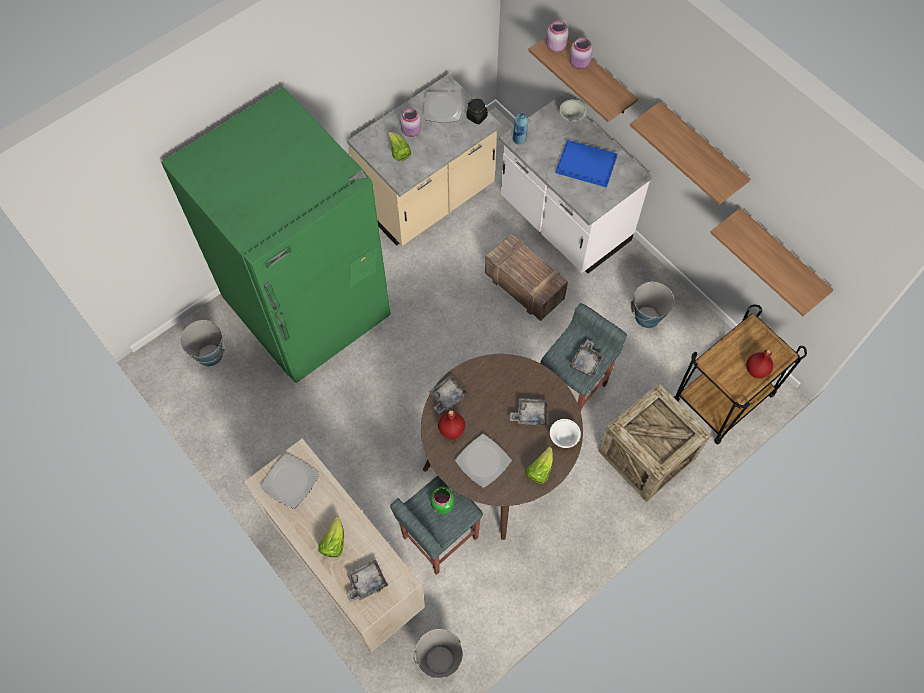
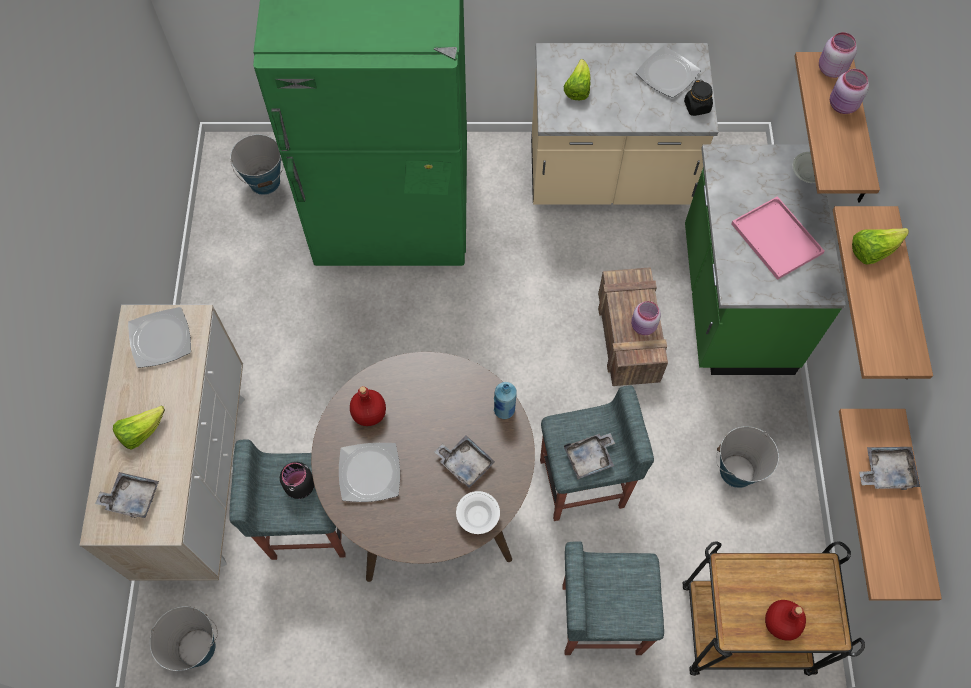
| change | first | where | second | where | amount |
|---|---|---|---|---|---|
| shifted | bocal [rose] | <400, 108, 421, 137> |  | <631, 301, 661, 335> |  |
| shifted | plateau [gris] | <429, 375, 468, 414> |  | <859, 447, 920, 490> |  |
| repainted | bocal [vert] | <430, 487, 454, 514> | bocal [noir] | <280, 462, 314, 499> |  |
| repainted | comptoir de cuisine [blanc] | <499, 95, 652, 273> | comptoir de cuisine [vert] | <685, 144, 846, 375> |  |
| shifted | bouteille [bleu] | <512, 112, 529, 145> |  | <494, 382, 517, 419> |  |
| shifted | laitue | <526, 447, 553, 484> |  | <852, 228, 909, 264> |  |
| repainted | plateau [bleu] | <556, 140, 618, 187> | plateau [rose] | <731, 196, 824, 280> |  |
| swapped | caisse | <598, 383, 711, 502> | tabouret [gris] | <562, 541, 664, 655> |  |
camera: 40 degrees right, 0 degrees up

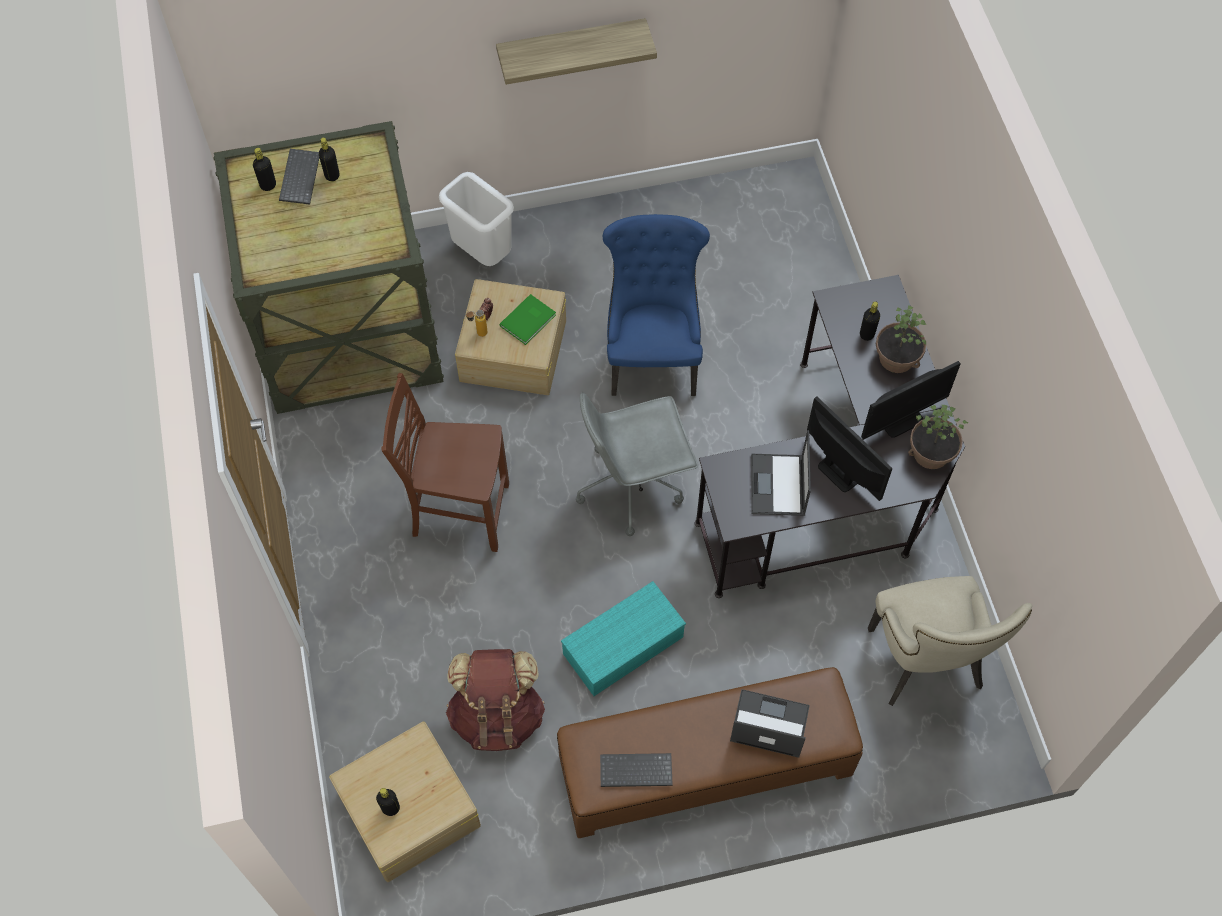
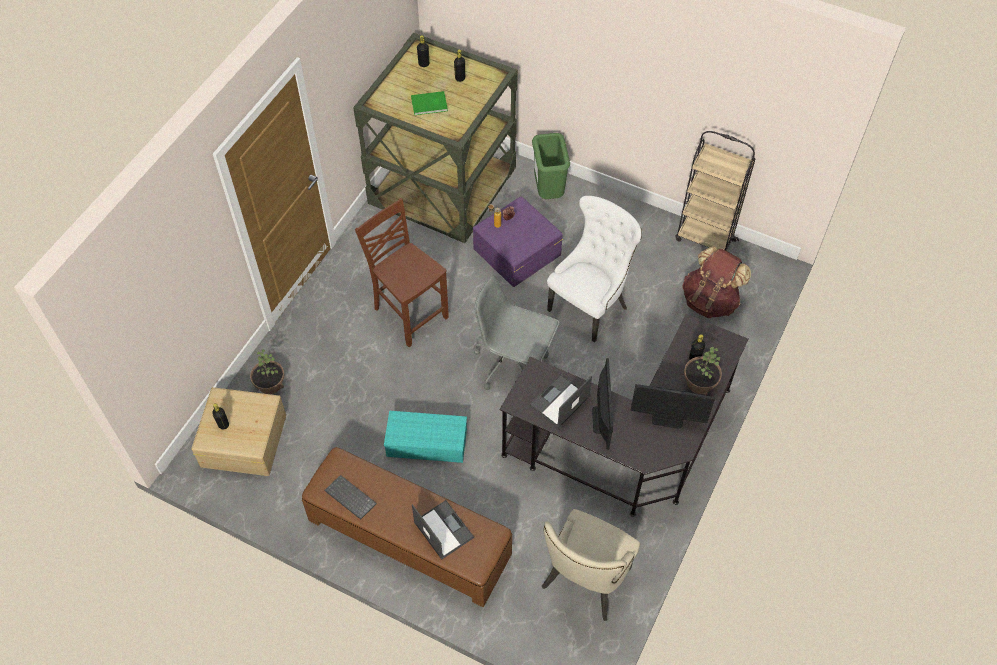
| change | first | where | second | where | amount |
|---|---|---|---|---|---|
| gone | clavier | <279, 149, 319, 205> |  |  |  |
| repainted | poubelle [blanc] | <439, 172, 514, 266> | poubelle [vert] | <532, 133, 570, 199> |  |
| shifted | sac à dos [marron] | <446, 649, 545, 751> |  | <683, 246, 751, 318> |  |
| repainted | boîte de rangement [beige] | <455, 279, 566, 395> | boîte de rangement [violet] | <473, 196, 563, 287> |  |
| gone | étagère | <496, 18, 657, 85> |  |  |  |
| shifted | livre [vert] | <499, 294, 556, 345> |  | <411, 91, 448, 115> |  |
| repainted | chaise [bleu] | <603, 214, 710, 396> | chaise [blanc] | <547, 196, 642, 343> |  |
| shifted | plante en pot | <908, 405, 968, 469> |  | <250, 349, 284, 394> |  |
| new |  |  | chariot [beige] | <675, 131, 755, 250> |  |
camera: 40 degrees right, 5 degrees down

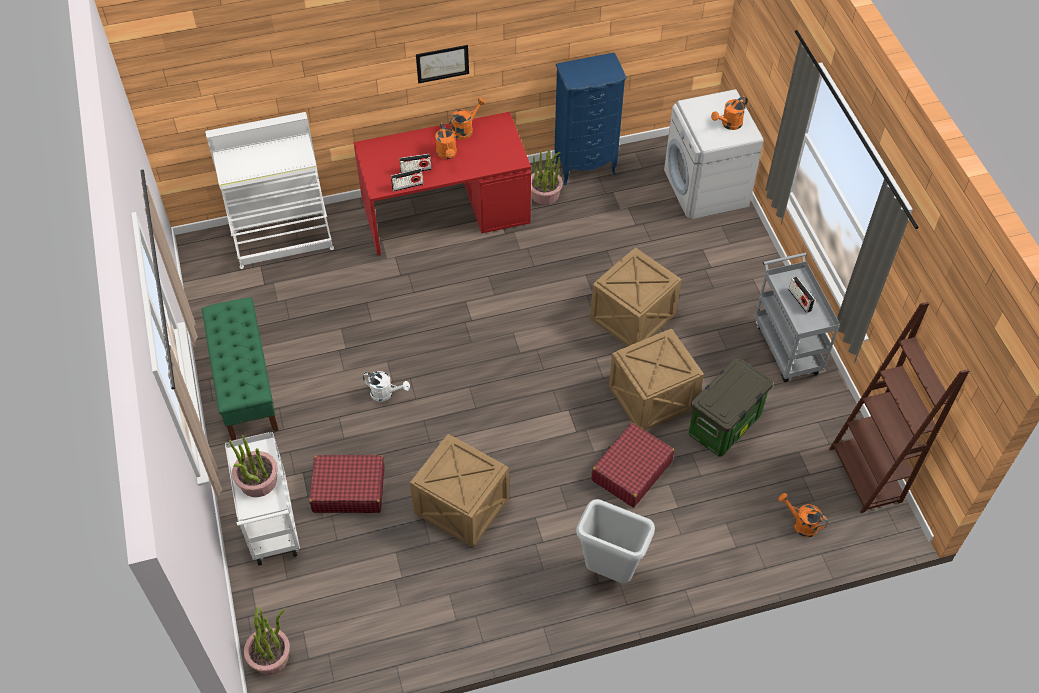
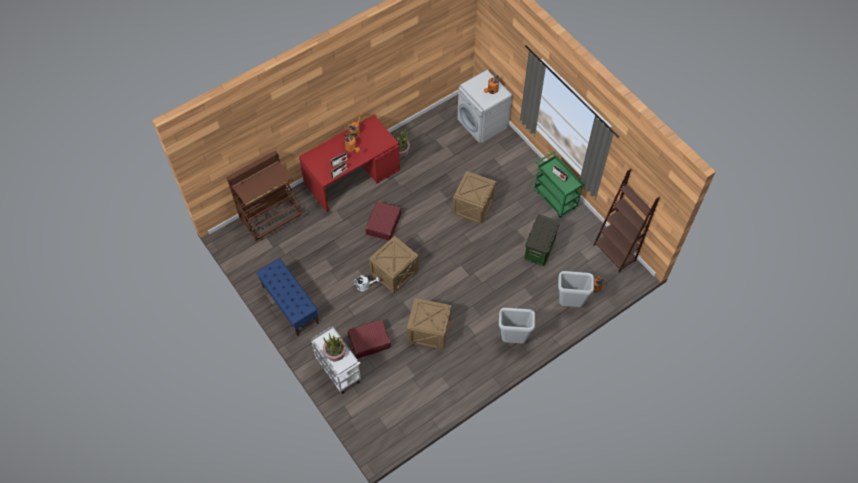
| change | first | where | second | where | amount |
|---|---|---|---|---|---|
| repainted | banc [vert] | <202, 297, 279, 441> | banc [bleu] | <256, 258, 319, 336> |  |
| repainted | étagère à chaussures [blanc] | <205, 112, 334, 269> | étagère à chaussures [marron] | <227, 150, 302, 242> |  |
| gone | plante en pot | <244, 607, 290, 675> |  |  |  |
| gone | tableau | <416, 45, 469, 84> |  |  |  |
| gone | commode [bleu] | <554, 53, 627, 185> |  |  |  |
| shifted | valise [rouge] | <591, 423, 674, 507> |  | <365, 201, 401, 241> |  |
| shifted | caisse | <609, 329, 704, 430> |  | <369, 236, 419, 293> |  |
| repainted | chariot [gris] | <754, 252, 840, 382> | chariot [vert] | <534, 151, 583, 218> |  |
| new |  |  | poubelle [gris] | <558, 271, 594, 307> |  |
camera: 20 degrees left, 5 degrees up

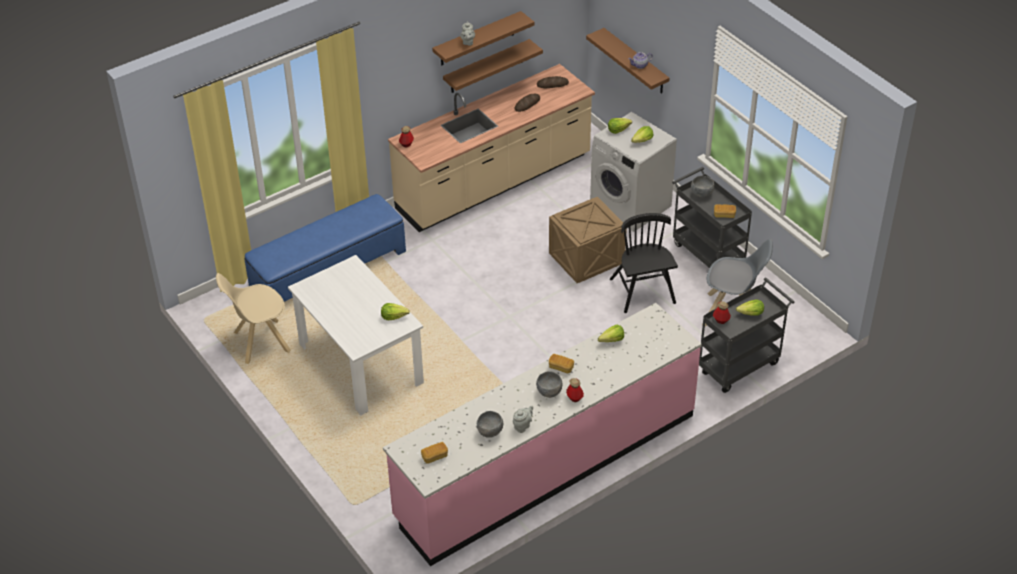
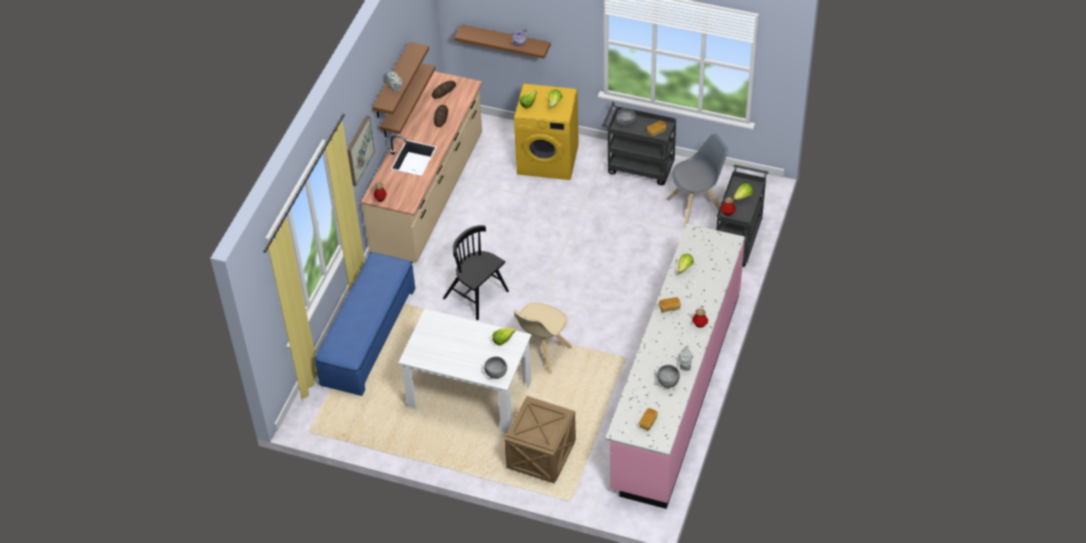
| change | first | where | second | where | amount |
|---|---|---|---|---|---|
| shifted | chaise [beige] | <216, 273, 291, 364> |  | <513, 303, 572, 374> |  |
| shifted | bol [gris] | <536, 371, 562, 398> |  | <484, 357, 507, 379> |  |
| shifted | caisse | <549, 197, 627, 283> |  | <504, 396, 576, 484> |  |
| repainted | lave-linge [blanc] | <590, 112, 677, 232> | lave-linge [jaune] | <514, 84, 579, 180> |  |
| shifted | chaise [noir] | <610, 213, 678, 313> |  | <443, 225, 509, 320> |  |
| new |  |  | tableau | <347, 115, 375, 186> |  |
camera: 35 degrees left, 5 degrees up

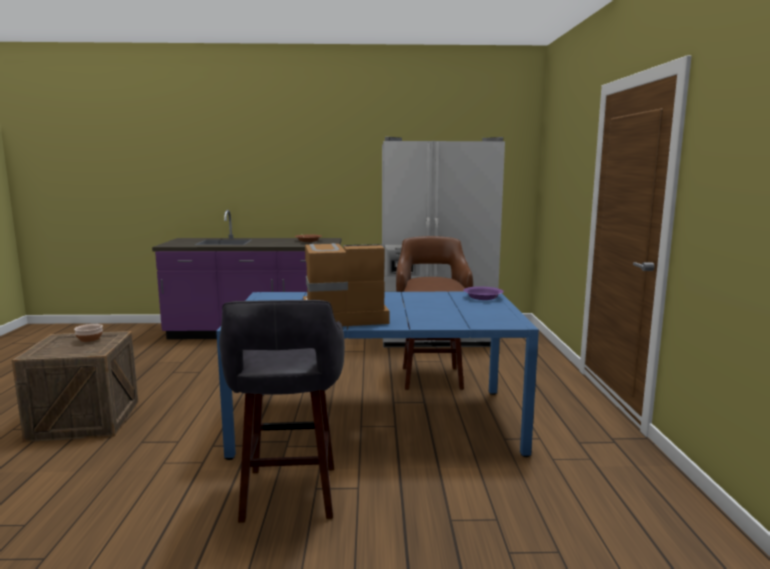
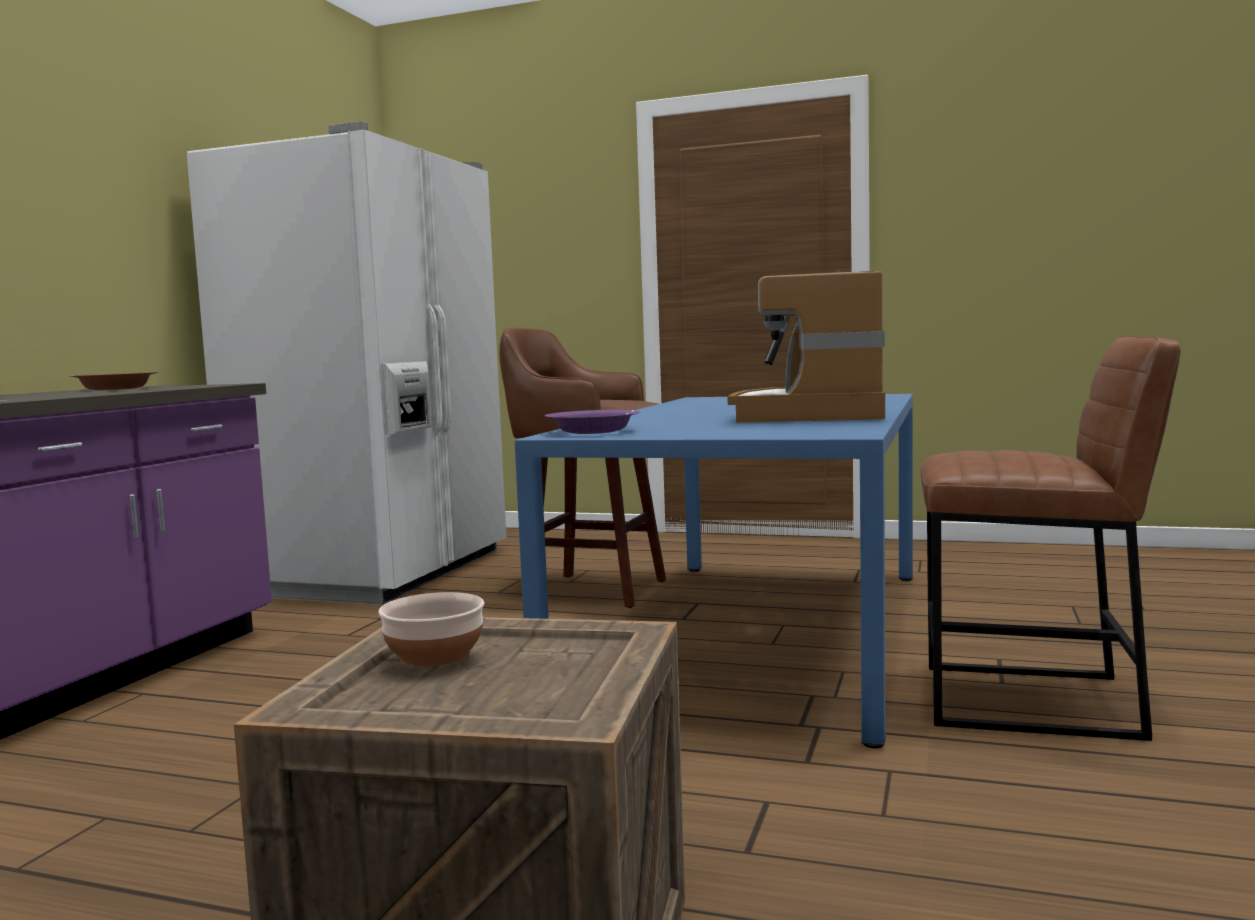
| change | first | where | second | where | amount |
|---|---|---|---|---|---|
| swapped | tabouret [gris] | <219, 300, 345, 523> | chaise [marron] | <920, 336, 1181, 741> |  |
| shifted | bol [violet] | <463, 286, 504, 300> |  | <544, 410, 640, 434> |  |
camera: 70 degrees left, 5 degrees down

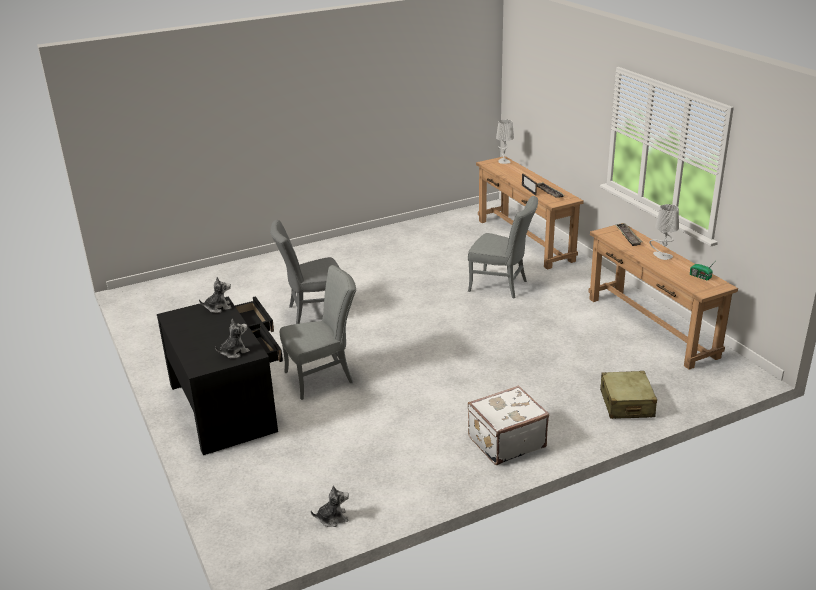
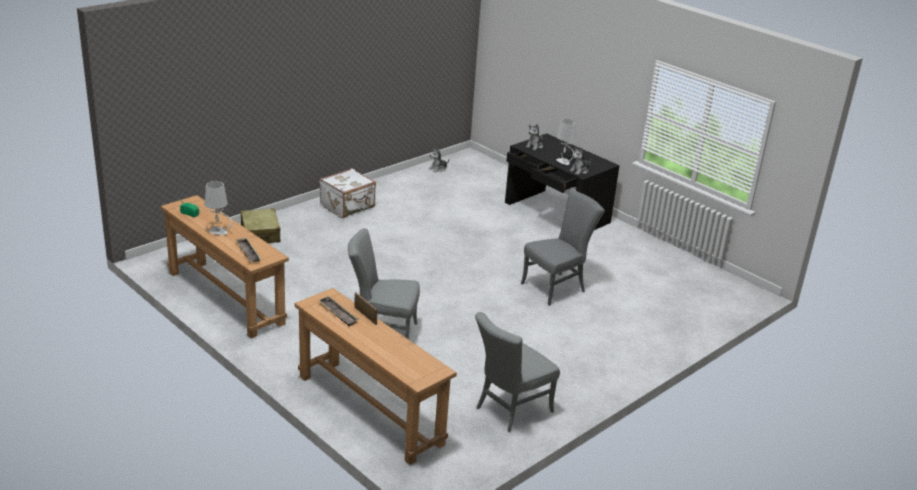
| change | first | where | second | where | amount |
|---|---|---|---|---|---|
| shifted | chaise [gris] | <280, 265, 356, 400> |  | <475, 312, 560, 432> |  |
| shifted | lampe de table [gris] | <496, 119, 514, 164> |  | <556, 119, 575, 165> |  |
camera: 160 degrees right, 0 degrees up

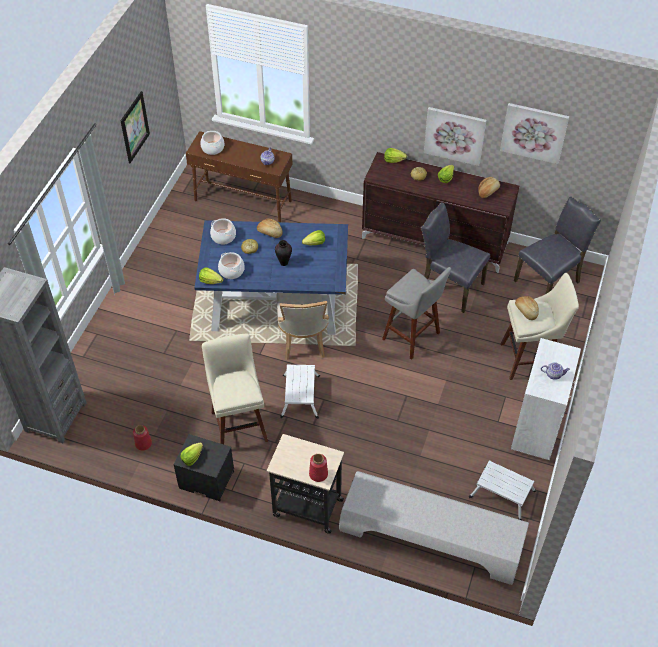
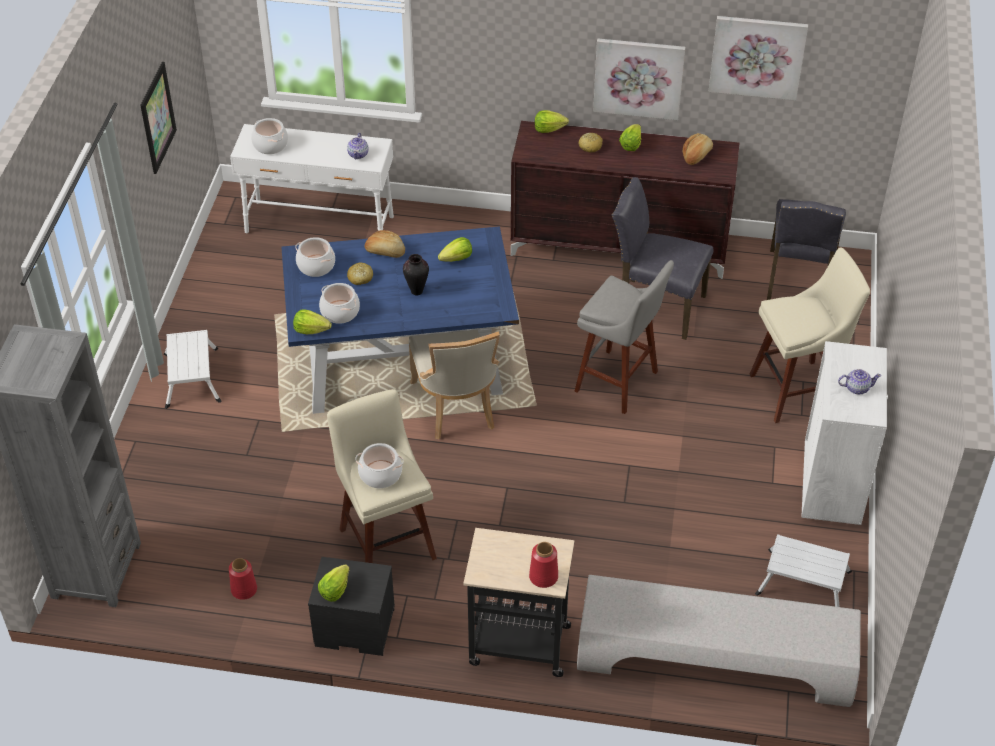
| change | first | where | second | where | amount |
|---|---|---|---|---|---|
| repainted | table console [marron] | <186, 131, 293, 222> | table console [blanc] | <230, 124, 394, 233> |  |
| shifted | escabeau [blanc] | <280, 365, 320, 419> |  | <163, 330, 221, 409> |  |
| rotated | chaise [gris] | <514, 197, 601, 294> |  | <767, 199, 846, 300> | 150 degrees clockwise |
| gone | pain | <515, 296, 539, 320> |  |  |  |
| new |  |  | marmite | <355, 443, 404, 488> |  |
camera: 10 degrees left, 5 degrees down

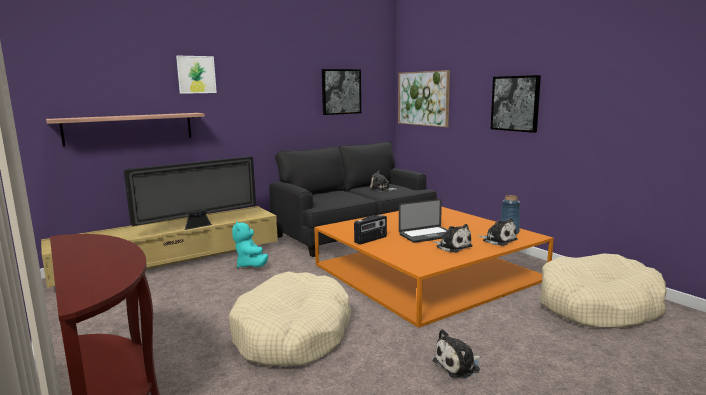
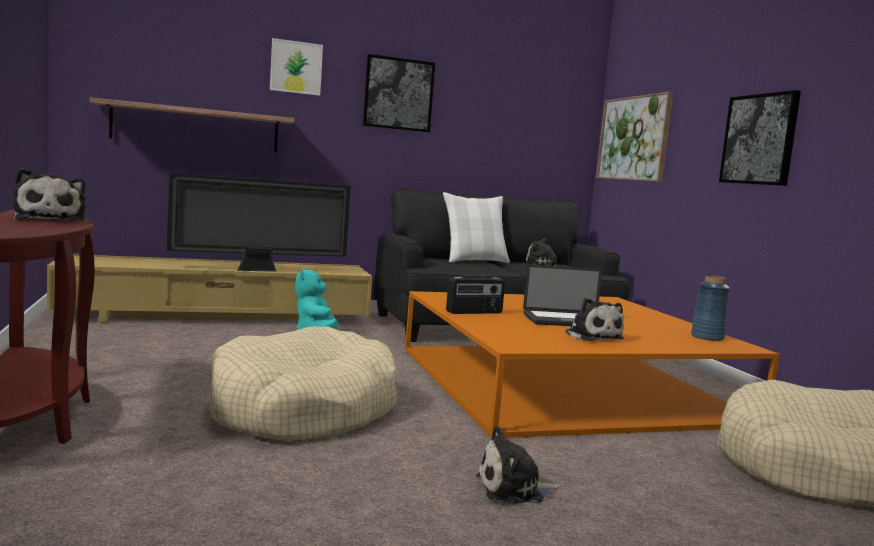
| change | first | where | second | where | amount |
|---|---|---|---|---|---|
| shifted | tableau | <322, 69, 361, 115> |  | <362, 54, 435, 132> |  |
| shifted | peluche | <477, 218, 518, 246> |  | <13, 168, 86, 221> |  |
| new |  |  | coussin [blanc] | <443, 192, 510, 263> |  |
camera: 15 degrees right, 5 degrees down

